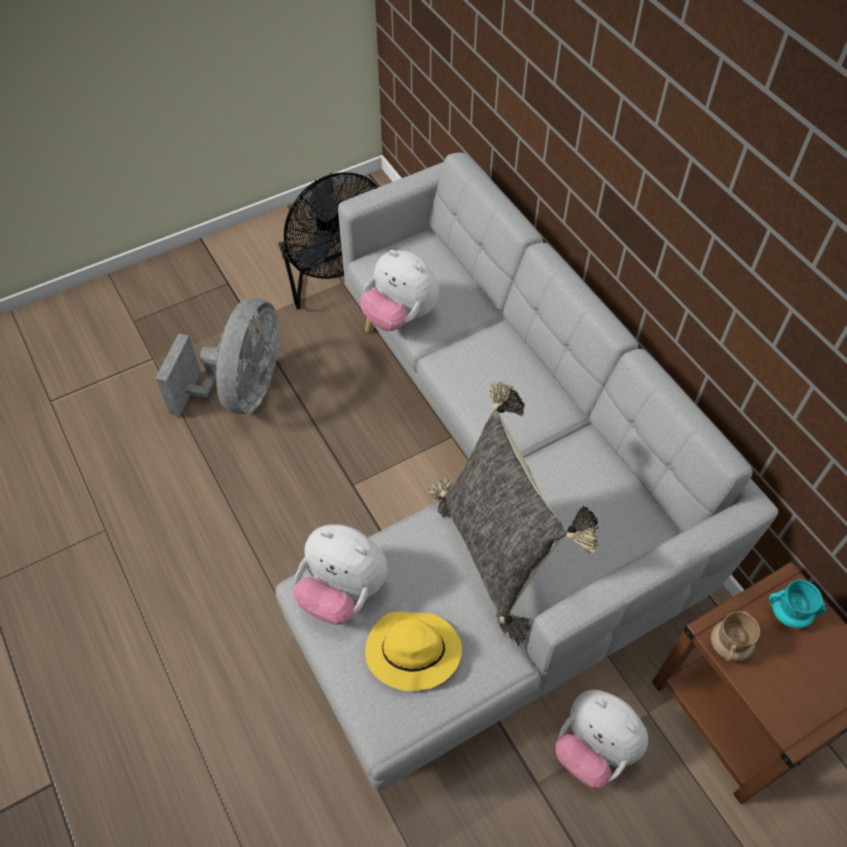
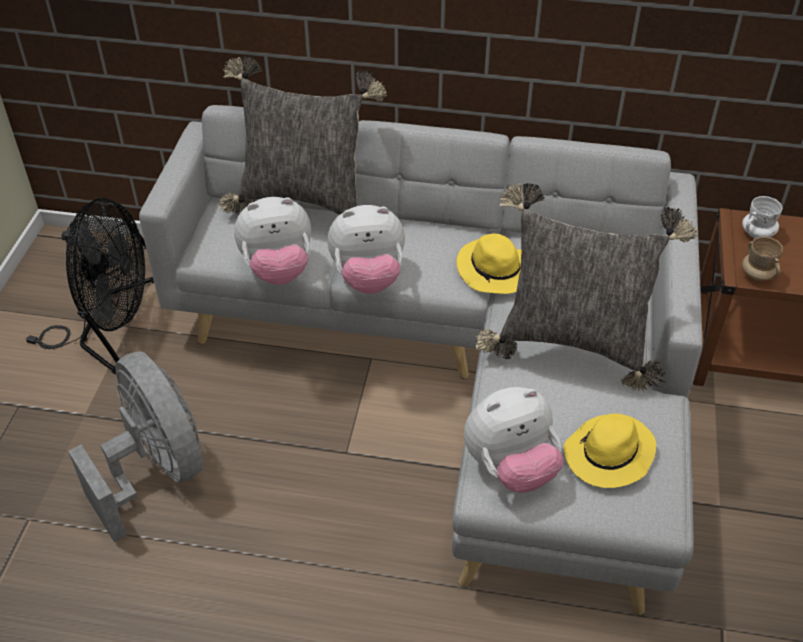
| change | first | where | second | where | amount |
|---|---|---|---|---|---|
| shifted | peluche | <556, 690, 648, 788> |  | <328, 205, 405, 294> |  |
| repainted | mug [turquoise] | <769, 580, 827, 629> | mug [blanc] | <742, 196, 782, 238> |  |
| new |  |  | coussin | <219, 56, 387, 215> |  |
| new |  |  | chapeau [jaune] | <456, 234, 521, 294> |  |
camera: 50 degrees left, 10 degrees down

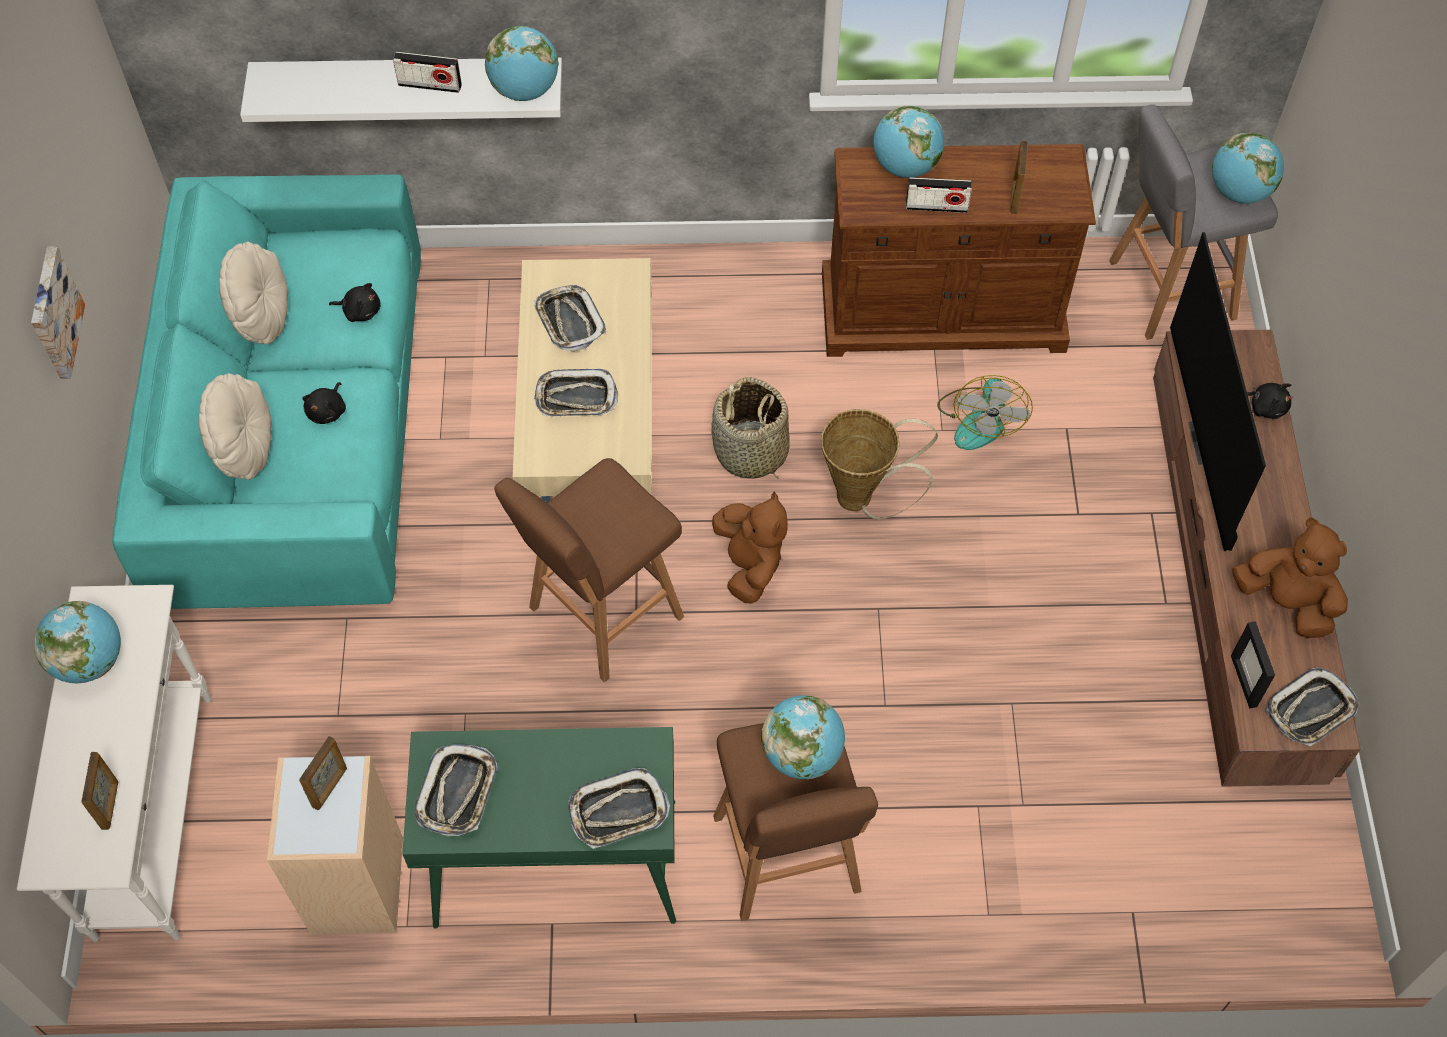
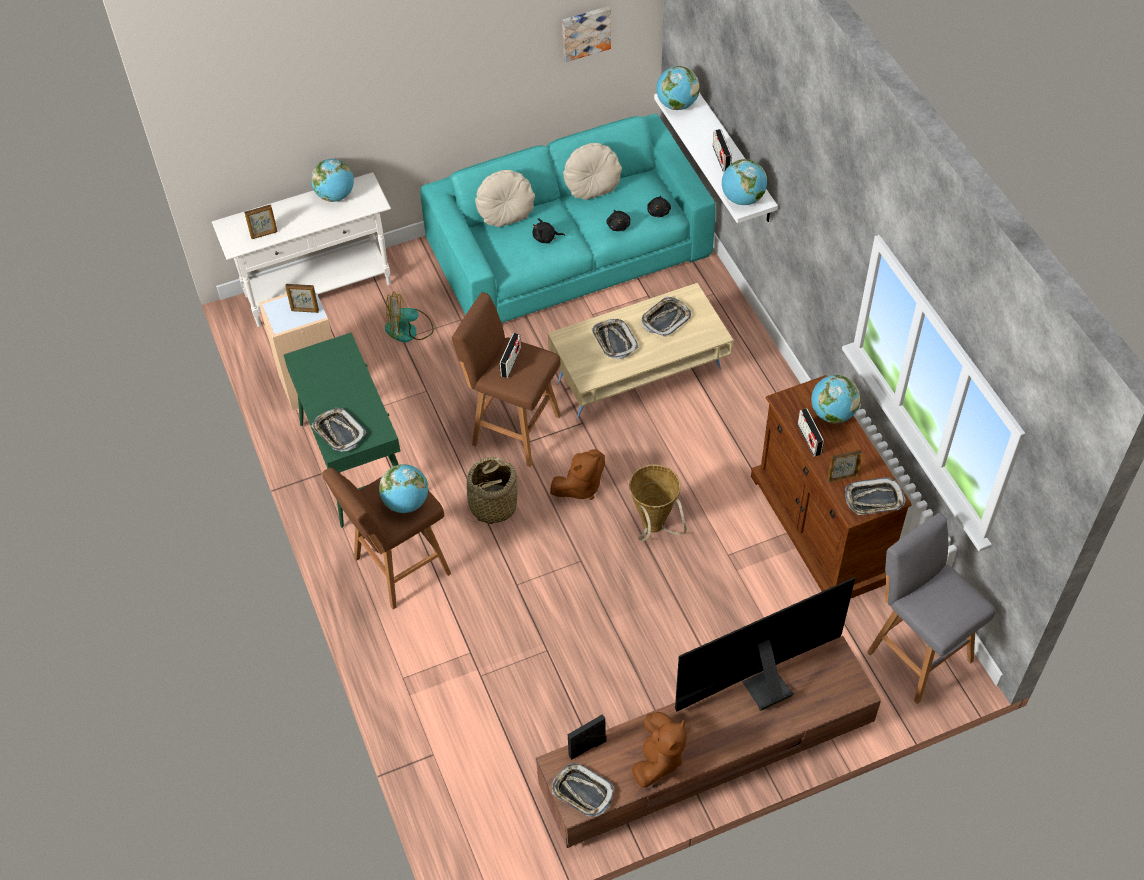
| change | first | where | second | where | amount |
|---|---|---|---|---|---|
| shifted | tableau | <31, 246, 85, 379> |  | <562, 6, 611, 62> |  |
| shifted | plateau | <415, 744, 498, 836> |  | <845, 477, 906, 515> |  |
| shifted | panier | <711, 377, 790, 479> |  | <467, 457, 518, 524> |  |
| shifted | ventilateur | <937, 375, 1033, 450> |  | <385, 292, 434, 343> |  |
| shifted | globe | <1212, 133, 1284, 204> |  | <656, 66, 700, 110> |  |
| shifted | peluche [noir] | <1247, 383, 1293, 419> |  | <647, 196, 671, 217> |  |
| new |  |  | radio | <499, 333, 521, 378> |  |
camera: 70 degrees right, 5 degrees down

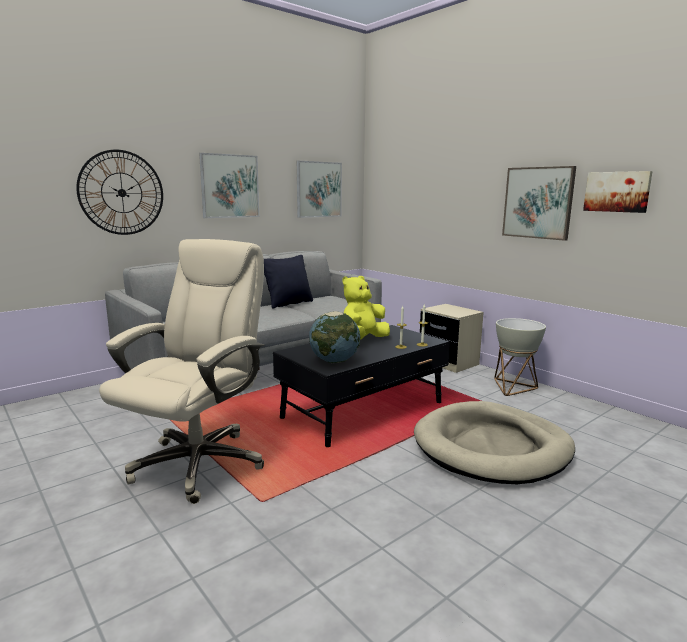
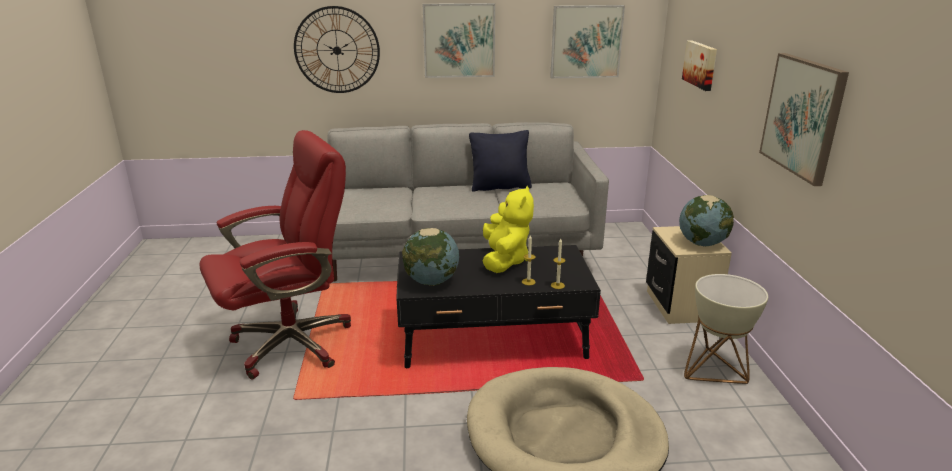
| change | first | where | second | where | amount |
|---|---|---|---|---|---|
| repainted | chaise de bureau [beige] | <99, 239, 265, 504> | chaise de bureau [rouge] | <199, 130, 351, 380> |  |
| rotated | peluche [jaune] | <342, 276, 390, 340> |  | <483, 186, 534, 273> | 105 degrees clockwise |
| shifted | tableau | <583, 171, 653, 213> |  | <682, 40, 717, 91> |  |
| new |  |  | globe | <679, 195, 734, 246> |  |
camera: 35 degrees right, 10 degrees up

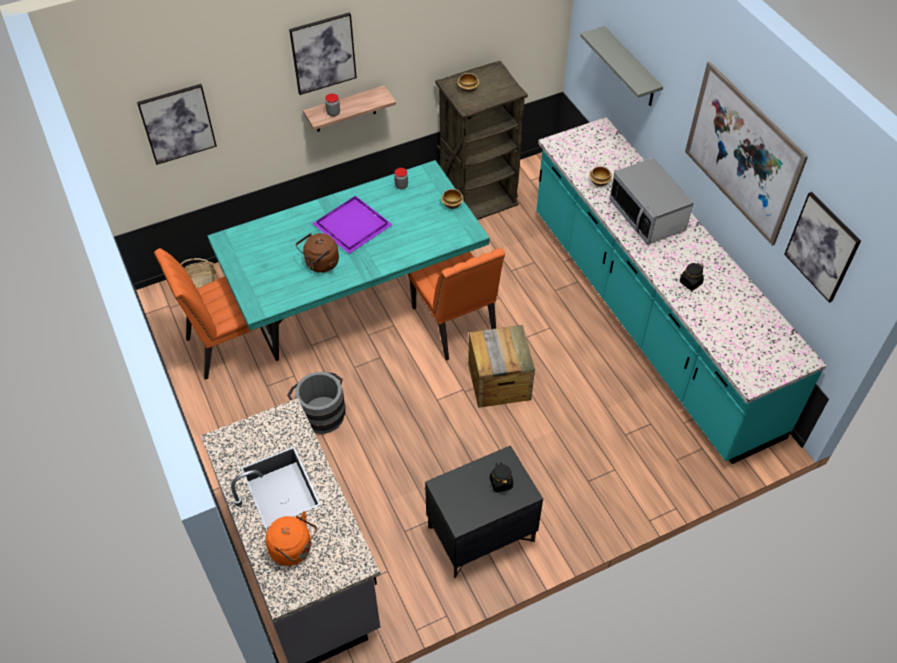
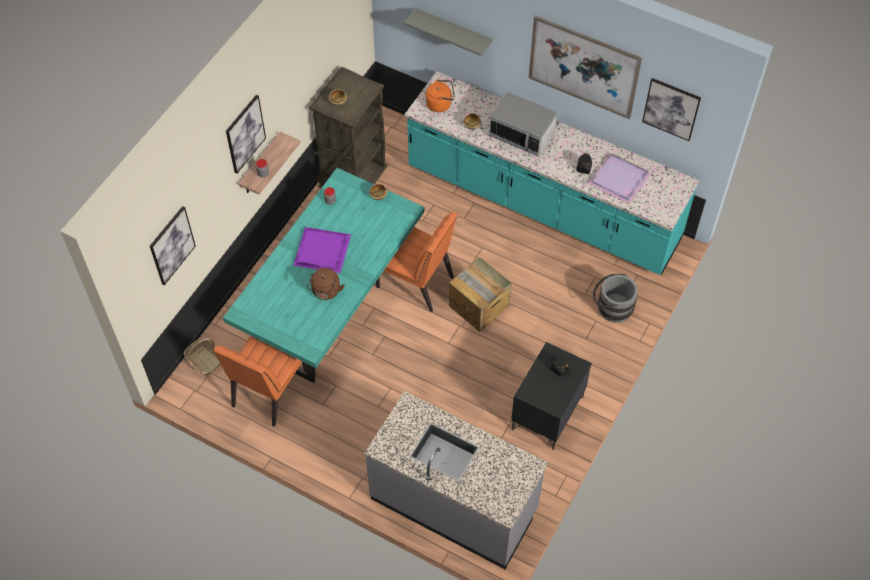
| change | first | where | second | where | amount |
|---|---|---|---|---|---|
| shifted | bouilloire [orange] | <265, 511, 317, 566> |  | <426, 79, 455, 112> |  |
| shifted | seau [gris] | <287, 372, 346, 434> |  | <593, 274, 638, 323> |  |
| new |  |  | plateau [violet] | <588, 153, 652, 204> |  |
camera: 35 degrees left, 5 degrees up

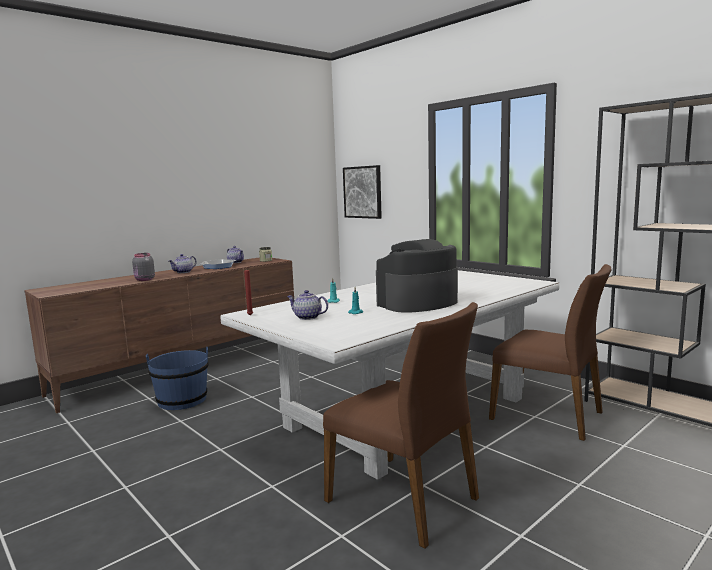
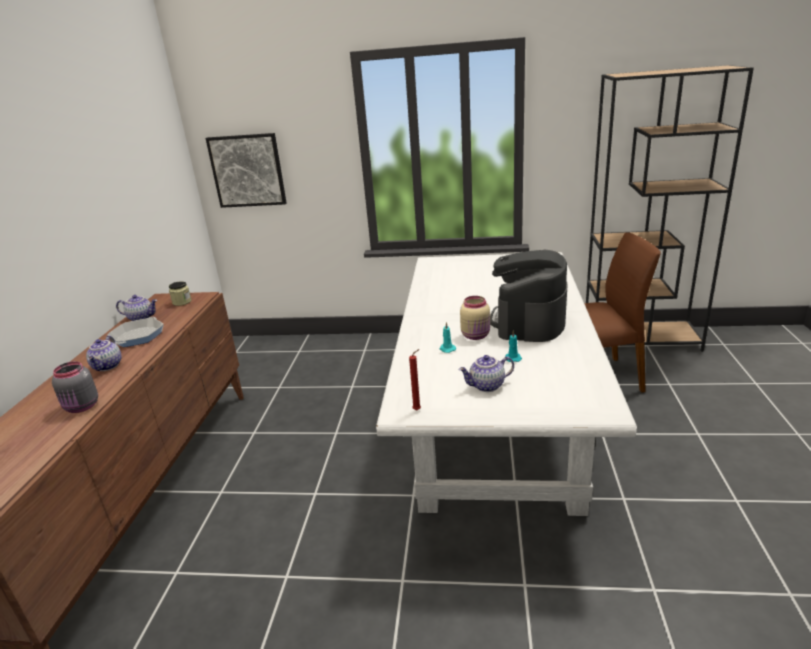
| change | first | where | second | where | amount |
|---|---|---|---|---|---|
| gone | seau [bleu] | <146, 347, 208, 410> |  |  |  |
| gone | chaise [marron] | <323, 302, 479, 549> |  |  |  |
| new |  |  | bocal [beige] | <460, 296, 490, 340> |  |
camera: 40 degrees left, 15 degrees up

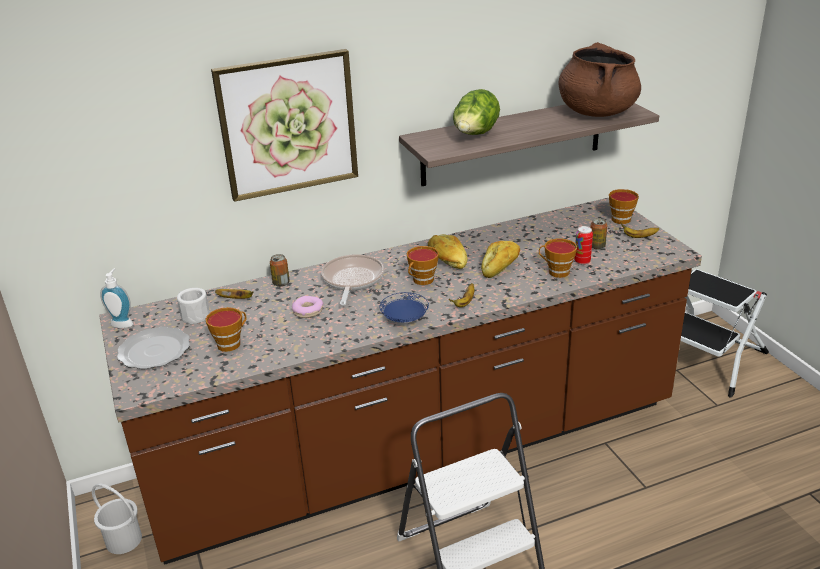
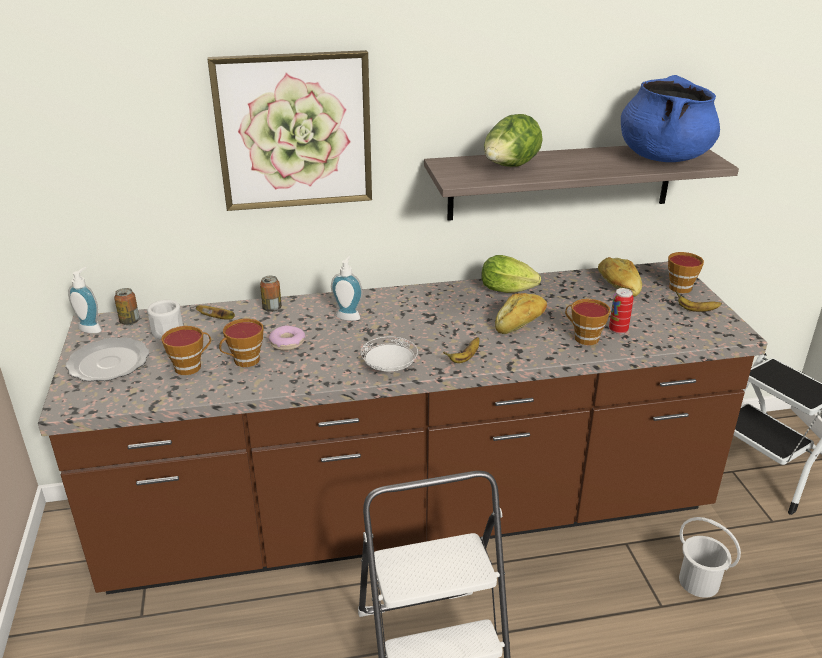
| change | first | where | second | where | amount |
|---|---|---|---|---|---|
| shifted | seau [blanc] | <92, 483, 142, 554> |  | <679, 517, 741, 598> |  |
| swapped | poêle | <321, 254, 384, 306> | distributeur de savon | <331, 256, 363, 321> |  |
| repainted | assiette [bleu] | <380, 292, 429, 322> | assiette [blanc] | <361, 337, 418, 371> |  |
| shifted | tasse | <407, 246, 439, 285> |  | <219, 319, 263, 367> |  |
| shifted | pain | <428, 234, 467, 269> |  | <598, 257, 642, 297> |  |
| repainted | marmite [marron] | <559, 42, 641, 117> | marmite [bleu] | <621, 75, 720, 162> |  |
| shifted | boîte métallique | <590, 218, 607, 249> |  | <114, 288, 140, 325> |  |
| new |  |  | laitue | <481, 255, 541, 293> |  |
camera: 10 degrees right, 0 degrees up

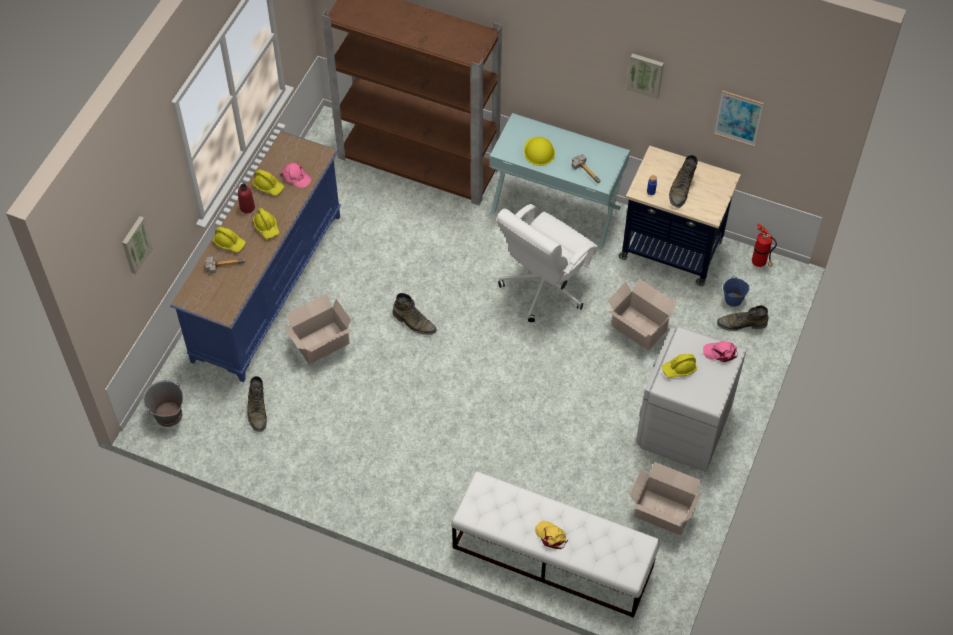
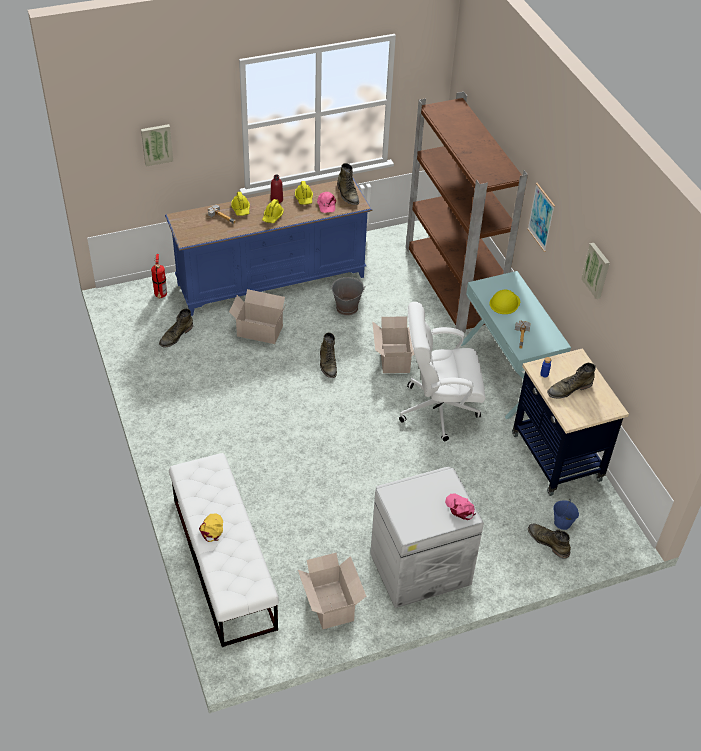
| change | first | where | second | where | amount |
|---|---|---|---|---|---|
| shifted | seau [gris] | <142, 380, 183, 427> |  | <330, 277, 366, 316> |  |
| shifted | carton | <608, 278, 677, 350> |  | <372, 316, 415, 373> |  |
| gone | casque de chantier [jaune] | <662, 354, 697, 378> |  |  |  |
| shifted | tableau | <714, 90, 764, 147> |  | <527, 183, 555, 252> |  |
| shifted | extincteur | <752, 224, 777, 267> |  | <151, 254, 167, 299> |  |
| new |  |  | botte [vert] | <337, 163, 359, 205> |  |
camera: 45 degrees right, 10 degrees down

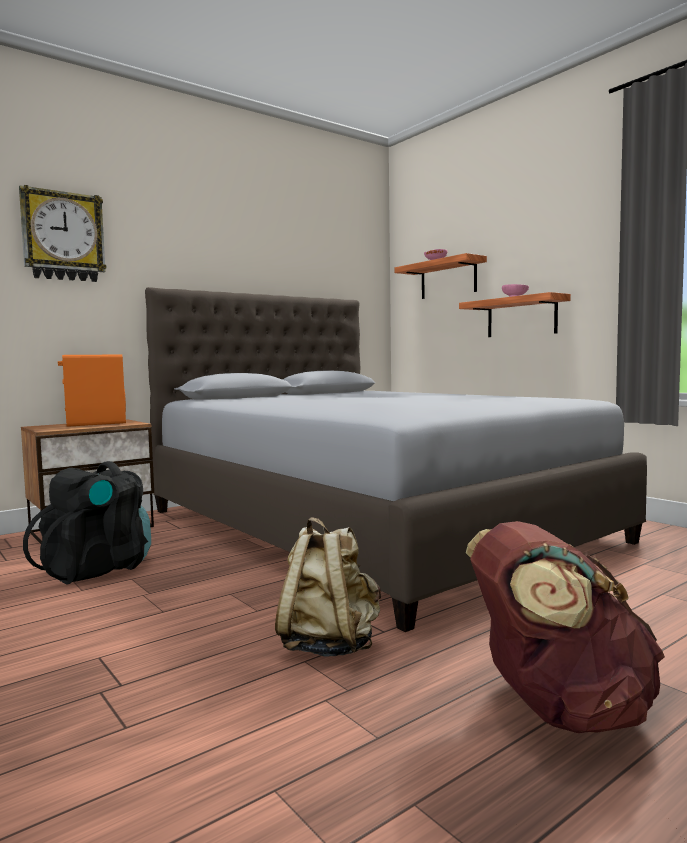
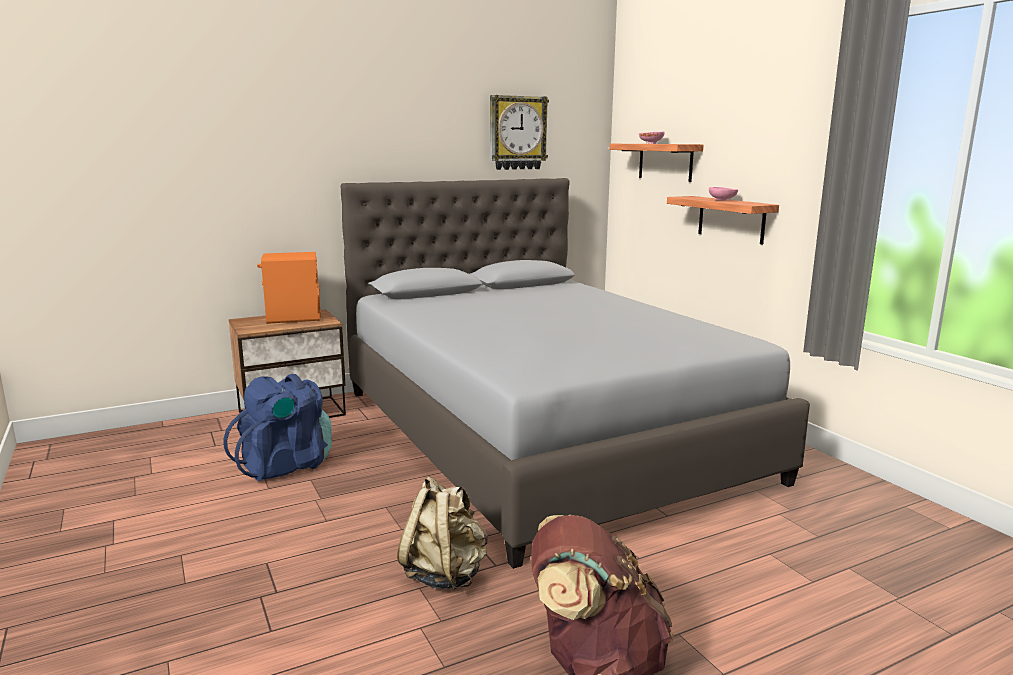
| change | first | where | second | where | amount |
|---|---|---|---|---|---|
| shifted | horloge murale | <19, 185, 106, 282> |  | <490, 95, 549, 170> |  |
| repainted | sac à dos [noir] | <23, 461, 151, 585> | sac à dos [bleu] | <223, 374, 332, 481> |  |
camera: 10 degrees right, 10 degrees up

